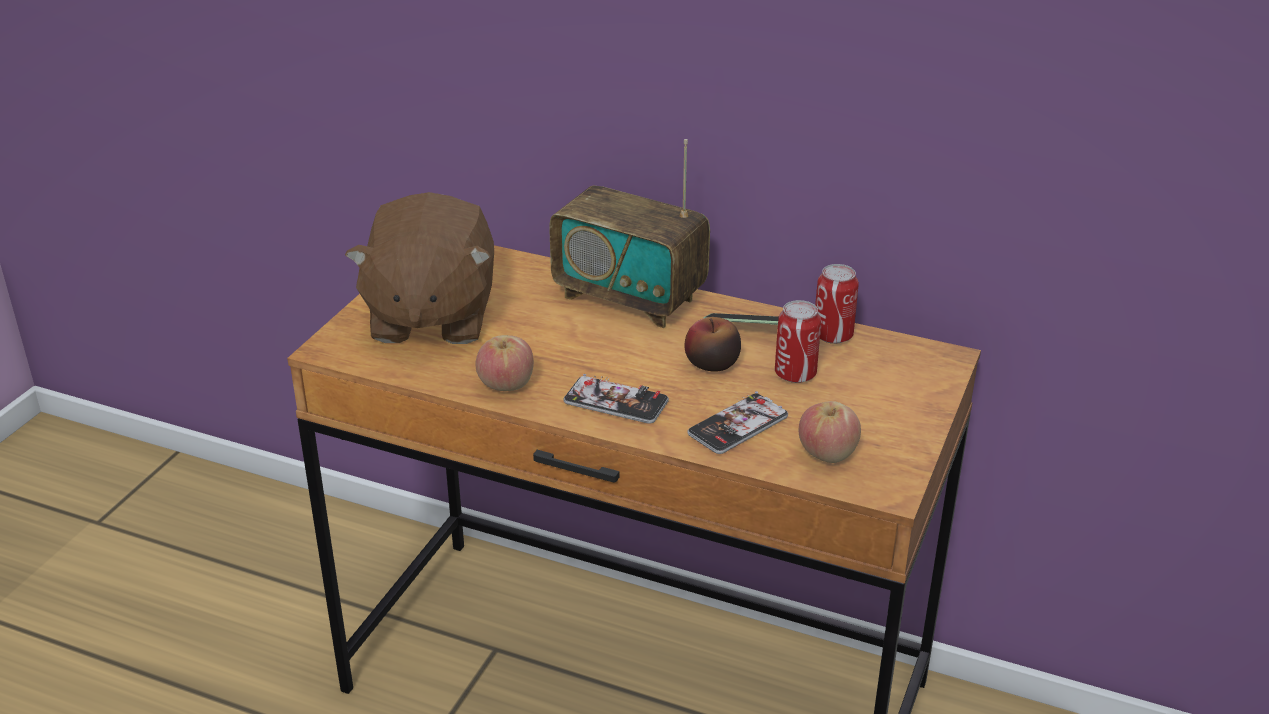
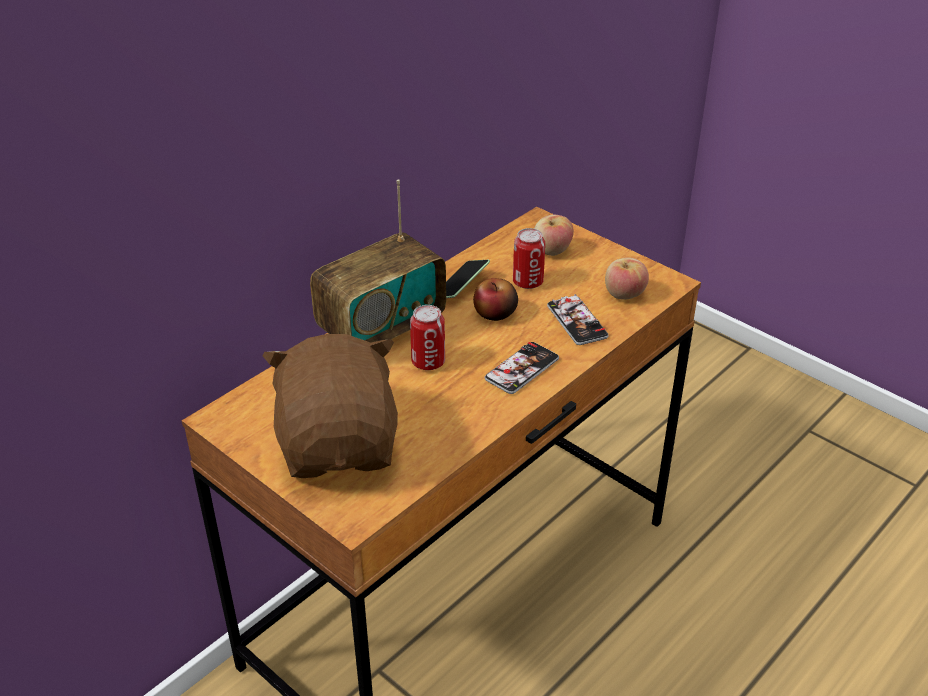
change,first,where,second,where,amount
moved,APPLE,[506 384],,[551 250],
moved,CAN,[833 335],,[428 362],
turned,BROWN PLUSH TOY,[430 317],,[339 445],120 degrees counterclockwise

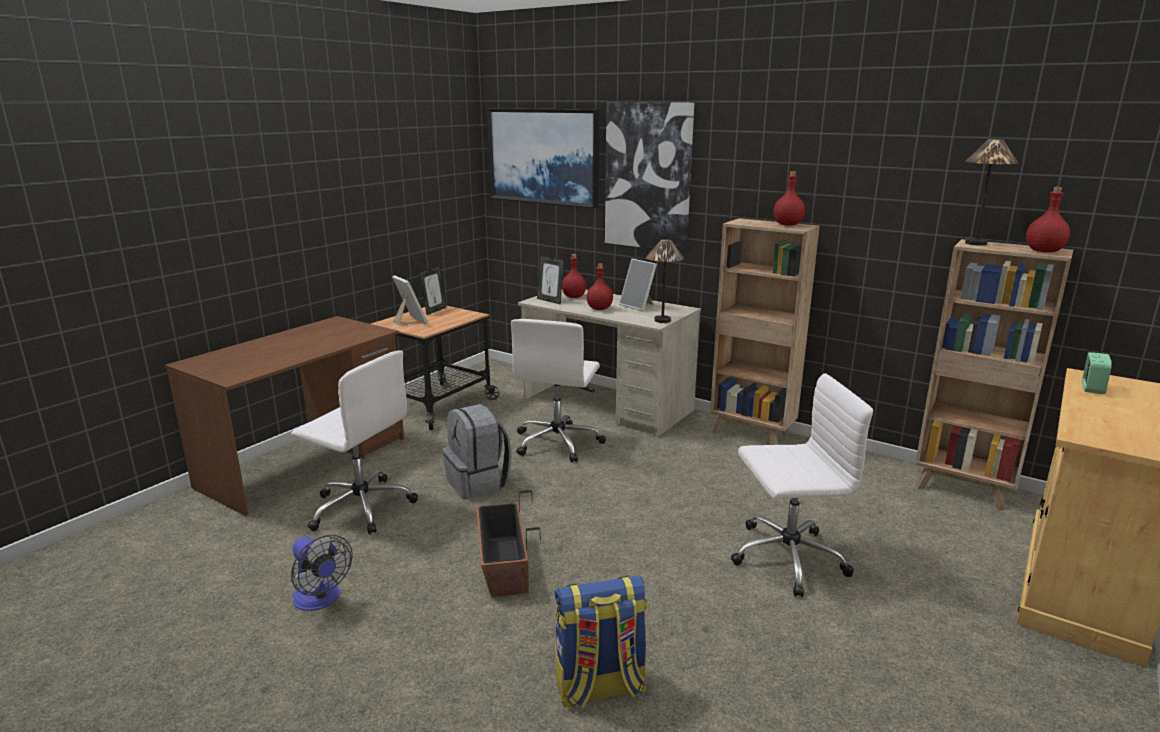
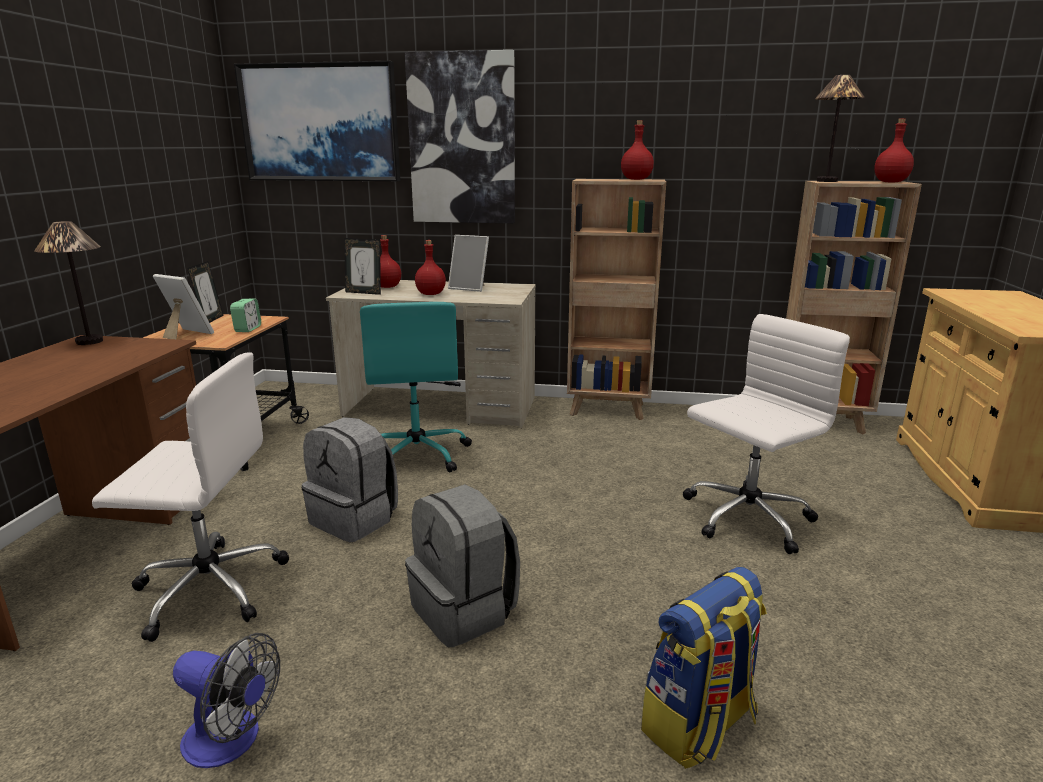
change,first,where,second,where,amount
moved,TABLE LAMP,[662 320],,[89 342],
moved,ALARM CLOCK,[1092 388],,[248 329],
replaced,PLANTER,[504 566],GREY BACKPACK,[465 611],
recoloured,WHITE OFFICE CHAIR,[558 442],TURQUOISE OFFICE CHAIR,[417 454],

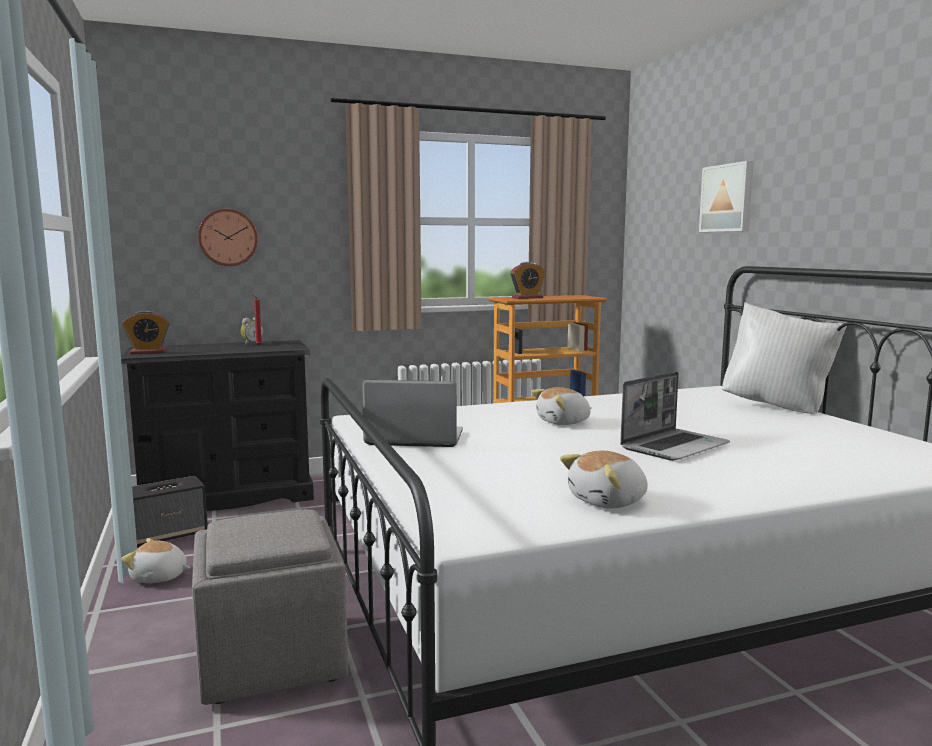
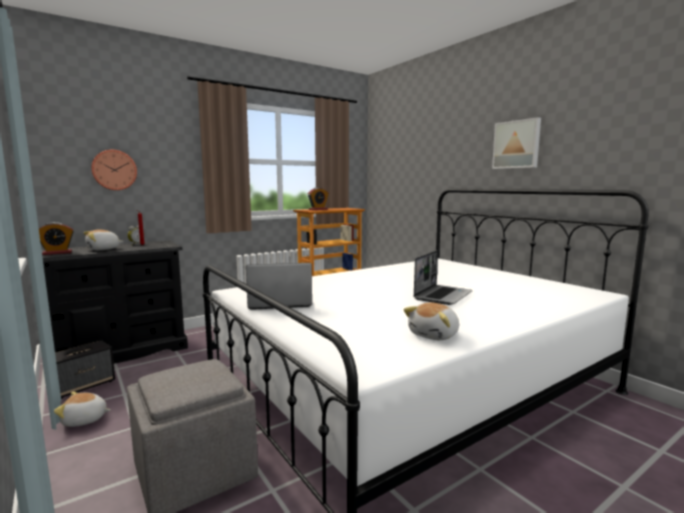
change,first,where,second,where,amount
removed,WHITE PILLOW,[777 407],,,
moved,PLUSH TOY,[564 422],,[103 249],
moved,PICTURE,[728 198],,[517 144],

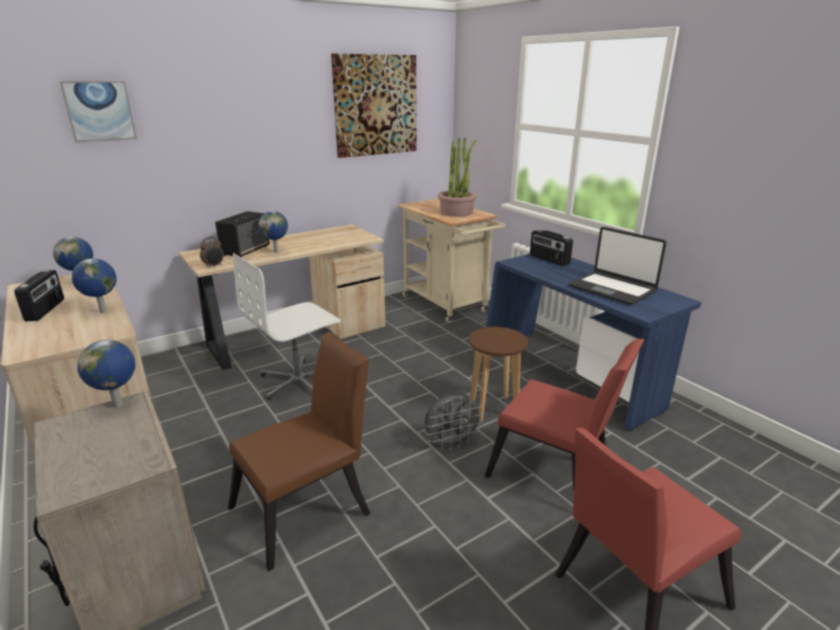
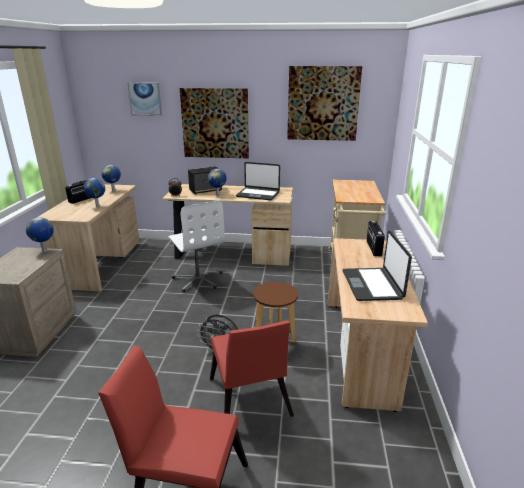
change,first,where,second,where,amount
removed,BROWN CHAIR,[308 507],,,
removed,POTTED PLANT,[456 212],,,
added,,,PICTURE,[215 123],
added,,,LAPTOP,[258 194],
recoloured,BLUE DESK,[569 377],BEIGE DESK,[361 350],
turned,WHITE OFFICE CHAIR,[299 381],,[198 279],120 degrees counterclockwise

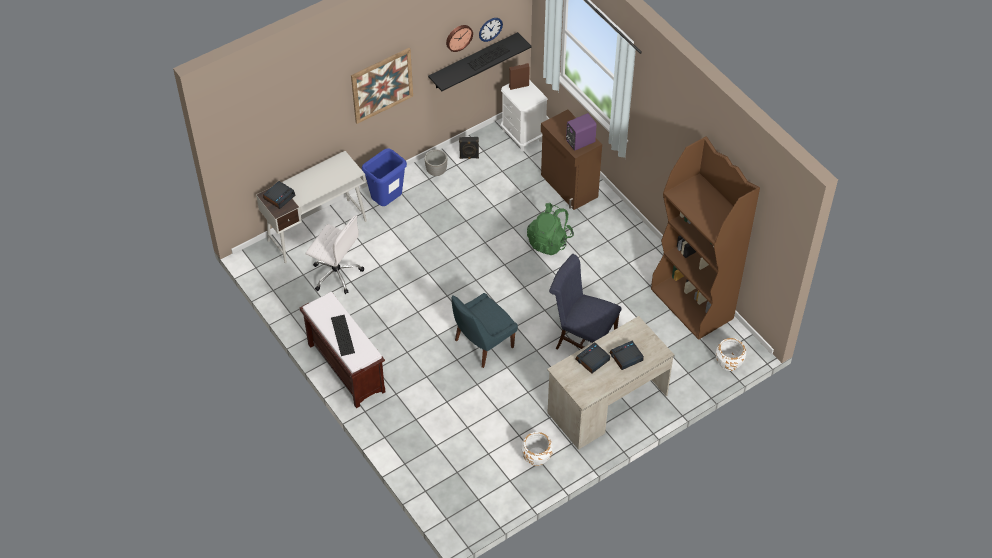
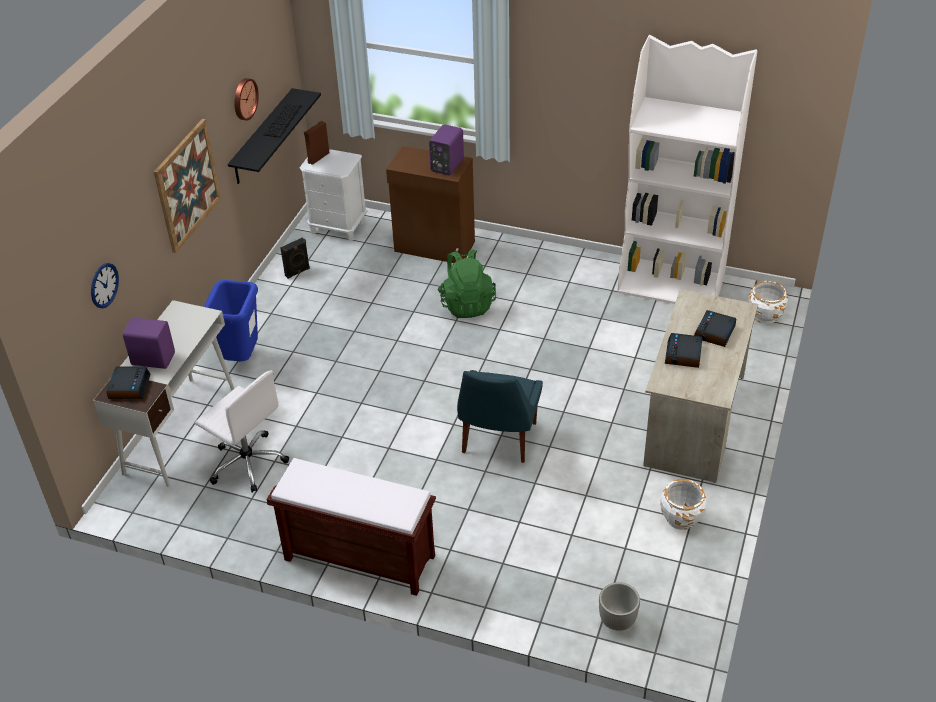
change,first,where,second,where,amount
removed,KEYBOARD,[342 335],,,
removed,BLUE CHAIR,[582 339],,,
added,,,PURPLE SPEAKER,[153 358],
moved,PLANTER,[436 171],,[617 620],
moved,WALL CLOCK,[490 29],,[104 285],
recoloured,BROWN BOOKCASE,[692 304],WHITE BOOKCASE,[672 284],
turned,WHITE OFFICE CHAIR,[336 273],,[247 462],45 degrees clockwise

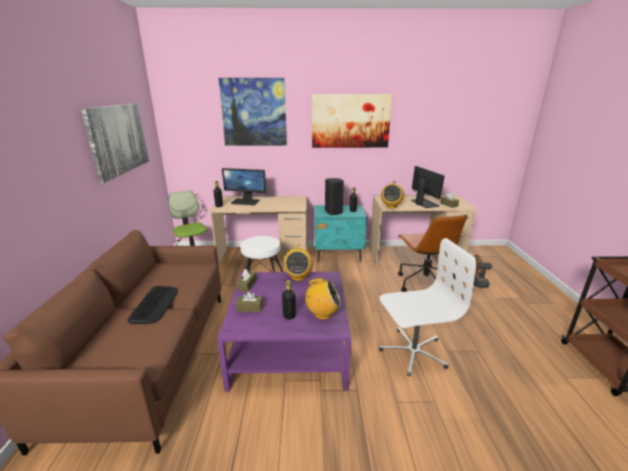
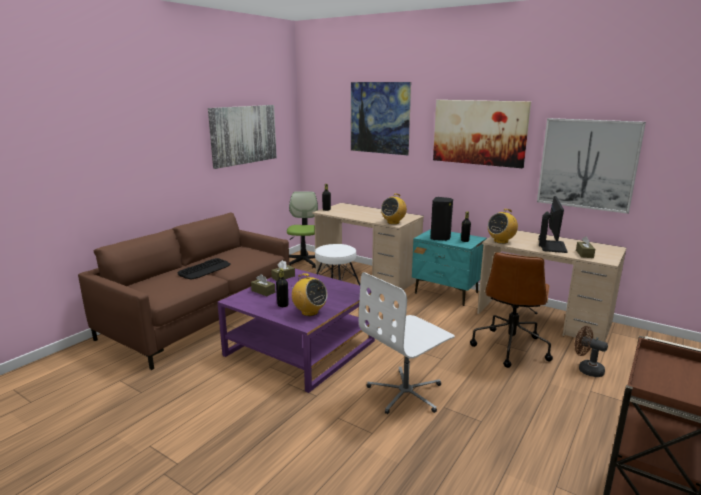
change,first,where,second,where,amount
removed,MONITOR,[245 201],,,
added,,,PICTURE,[587 164],
moved,RADIO,[298 277],,[393 222],
turned,WHITE OFFICE CHAIR,[412 352],,[406 393],120 degrees clockwise

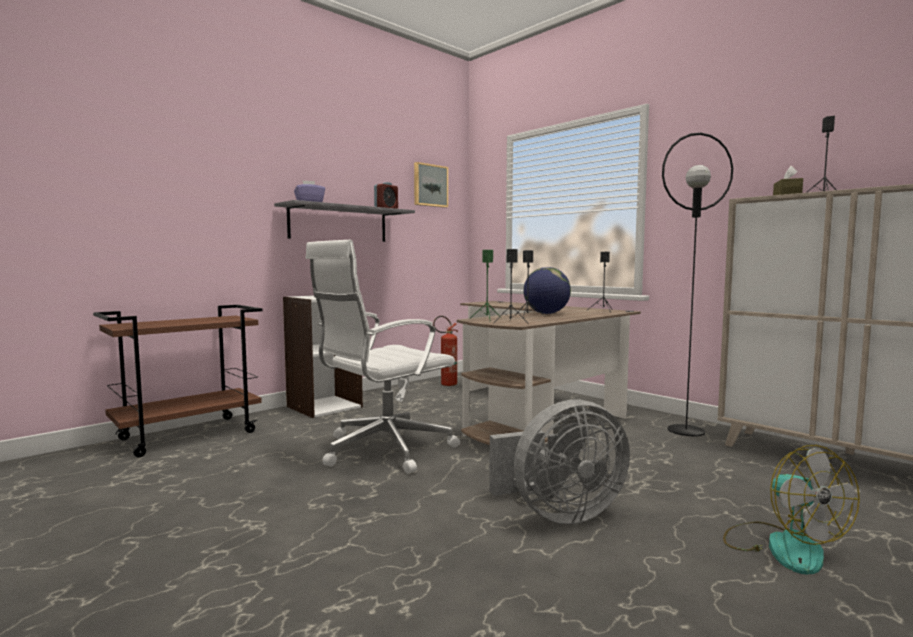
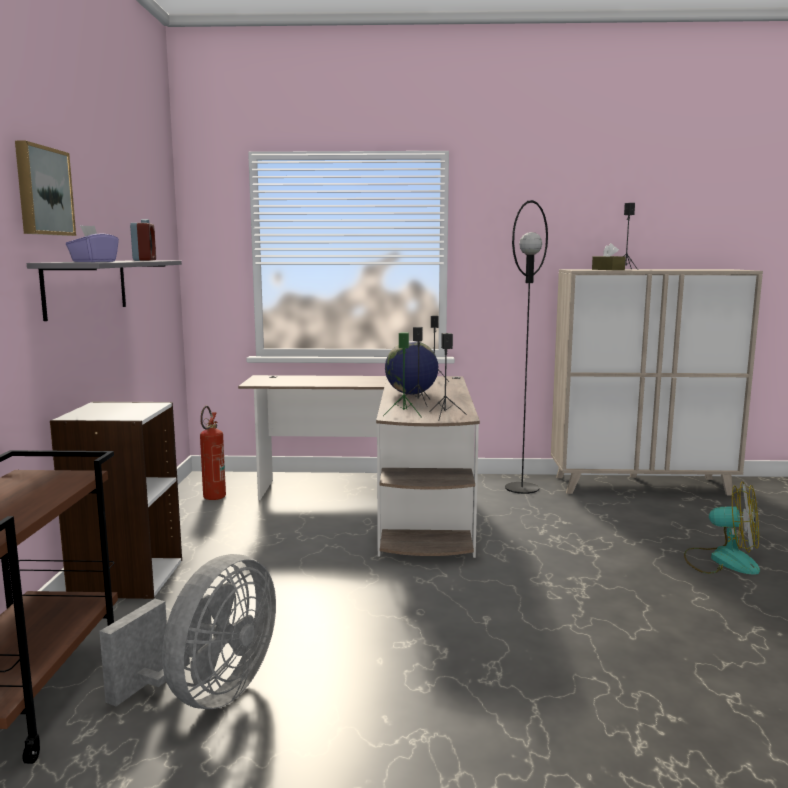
change,first,where,second,where,amount
removed,WHITE OFFICE CHAIR,[383 450],,,
moved,PICTURE,[429 185],,[42 191],
moved,GREY FAN,[558 514],,[207 694],

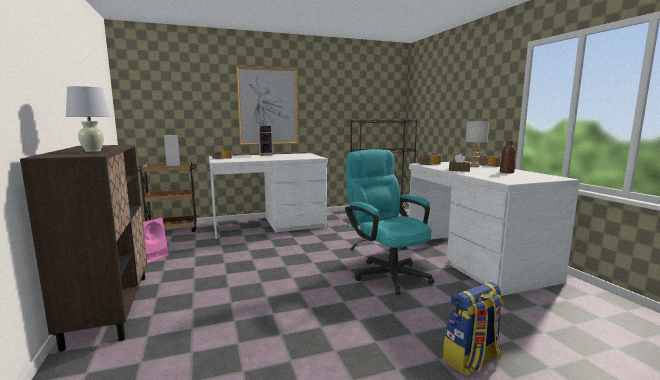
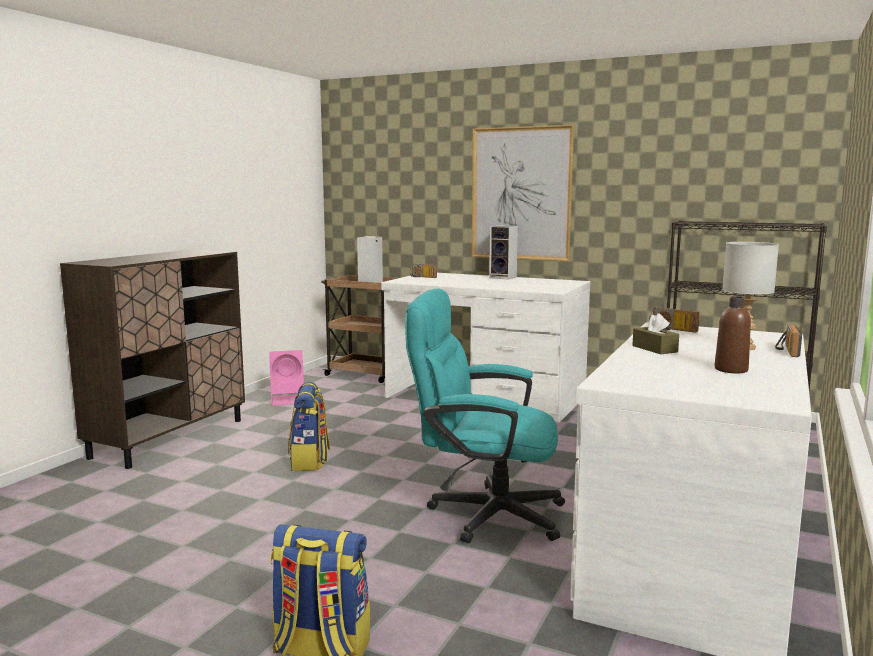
change,first,where,second,where,amount
removed,WHITE TABLE LAMP,[92 151],,,
added,,,BACKPACK,[310 461],
turned,TURQUOISE OFFICE CHAIR,[387 273],,[483 513],90 degrees counterclockwise

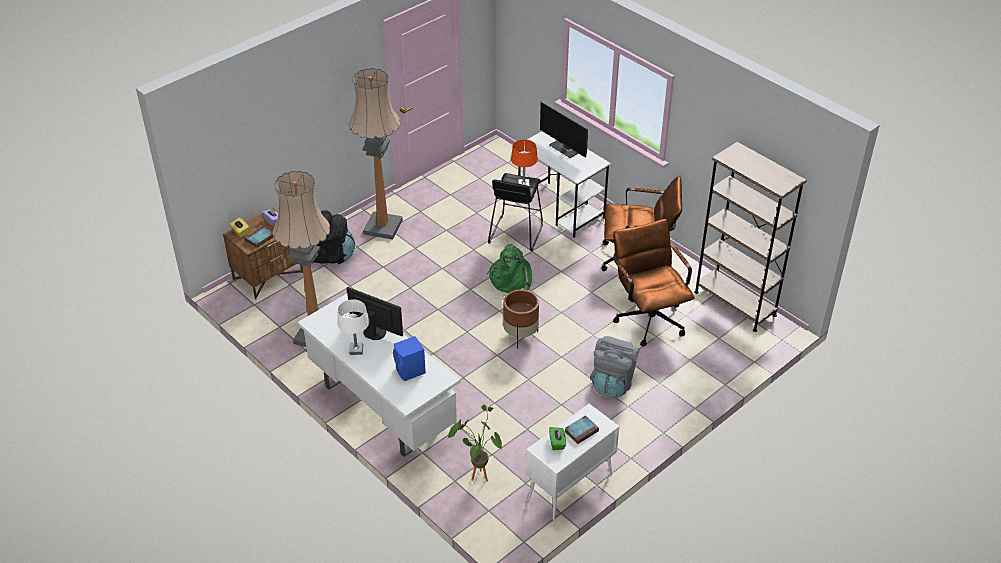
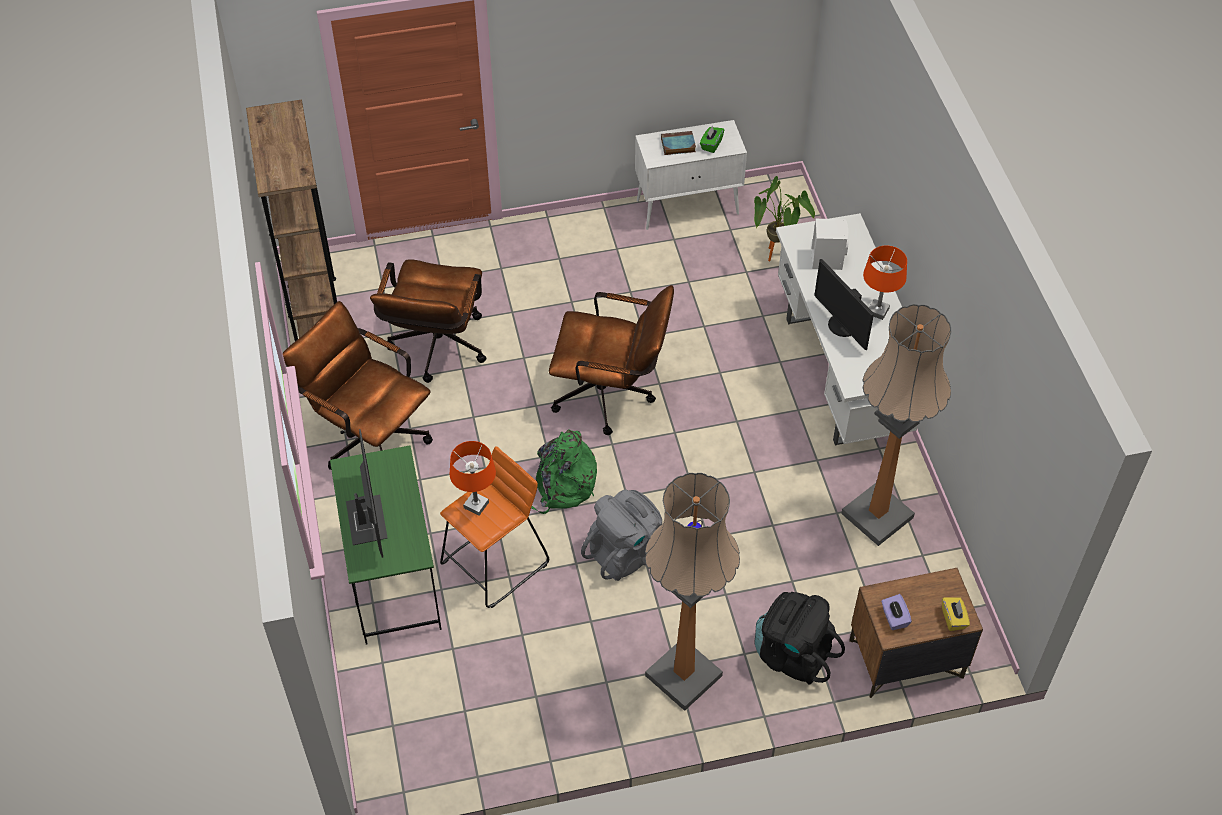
change,first,where,second,where,amount
removed,BOOK,[259 239],,,
moved,GREY BACKPACK,[613 382],,[626 553],
replaced,BROWN PLANTER,[520 335],BROWN OFFICE CHAIR,[611 396],
recoloured,WHITE TABLE LAMP,[356 350],ORANGE TABLE LAMP,[878 311],
recoloured,BLUE SPEAKER,[410 371],WHITE SPEAKER,[827 258],
recoloured,BLACK STOOL,[515 233],ORANGE STOOL,[495 563],
recoloured,WHITE DESK,[561 209],GREEN DESK,[393 577],

